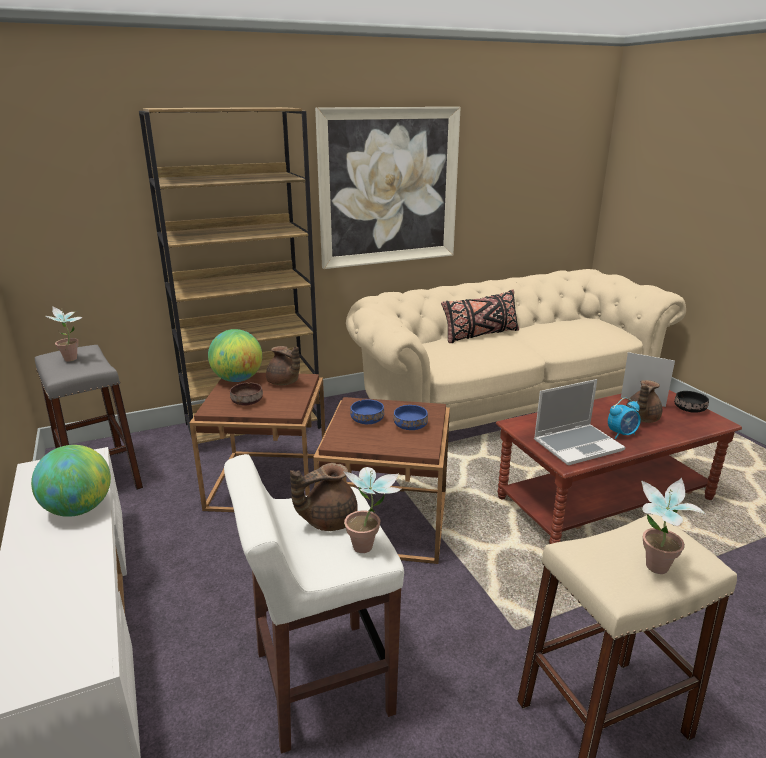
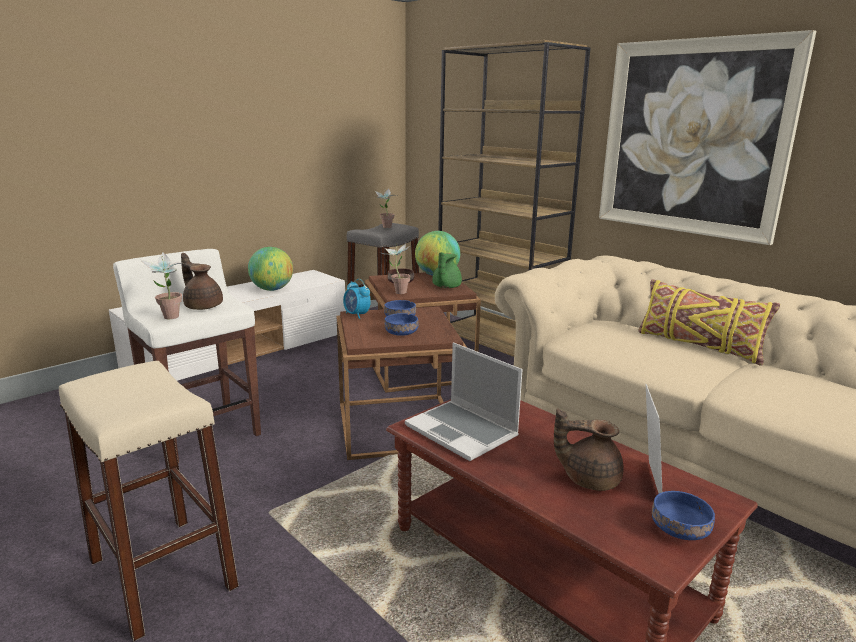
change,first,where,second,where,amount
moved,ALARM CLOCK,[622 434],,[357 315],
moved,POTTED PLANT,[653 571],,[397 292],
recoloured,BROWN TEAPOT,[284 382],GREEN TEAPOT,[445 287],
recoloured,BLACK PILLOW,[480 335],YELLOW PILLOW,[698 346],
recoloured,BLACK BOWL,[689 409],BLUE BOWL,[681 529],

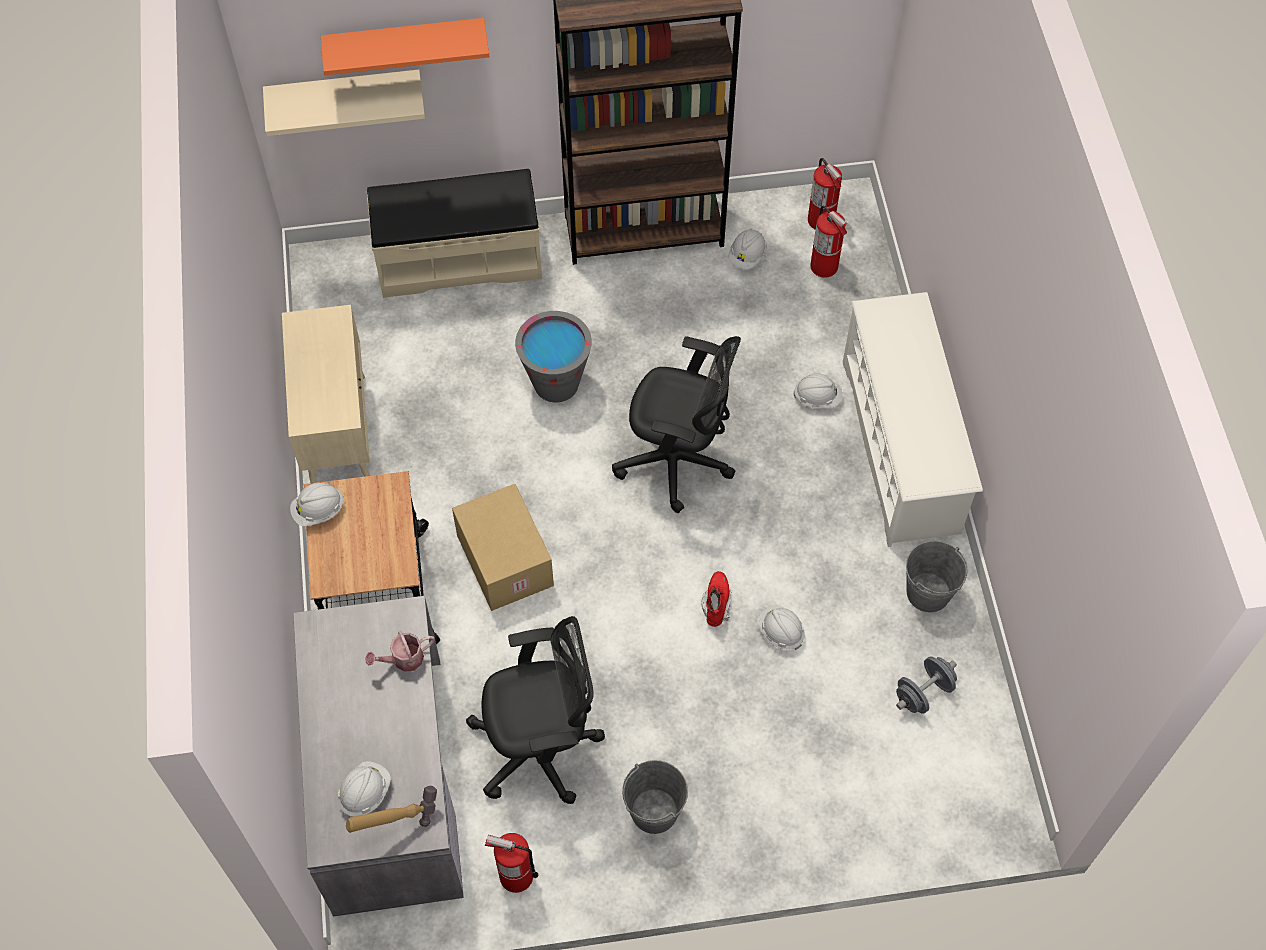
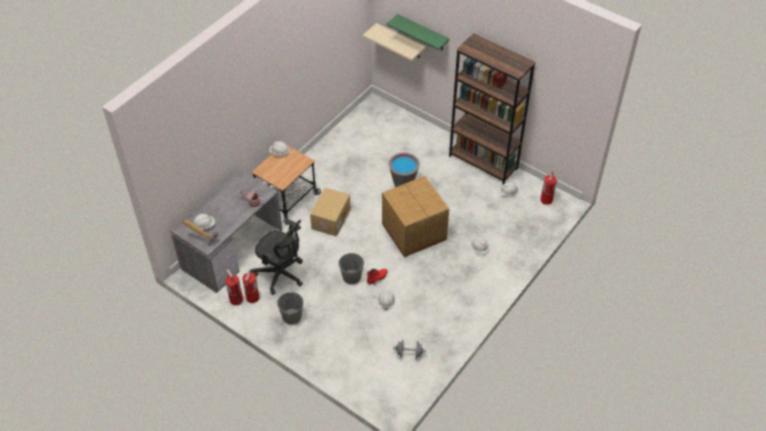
change,first,where,second,where,amount
removed,BEIGE CABINET,[339 435],,,
removed,BEIGE BENCH,[459 259],,,
removed,WHITE SHOE RACK,[901 447],,,
moved,FIRE EXTINGUISHER,[824 266],,[252 298],
moved,GREY BUCKET,[928 592],,[351 277],
replaced,BLACK OFFICE CHAIR,[677 461],CARDBOARD BOX,[413 232],
recoloured,ORANGE SHELF,[405 43],GREEN SHELF,[422 33],

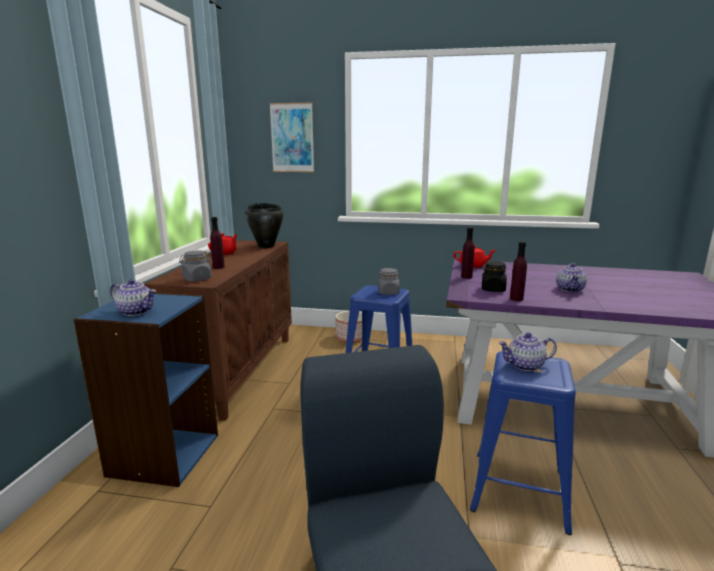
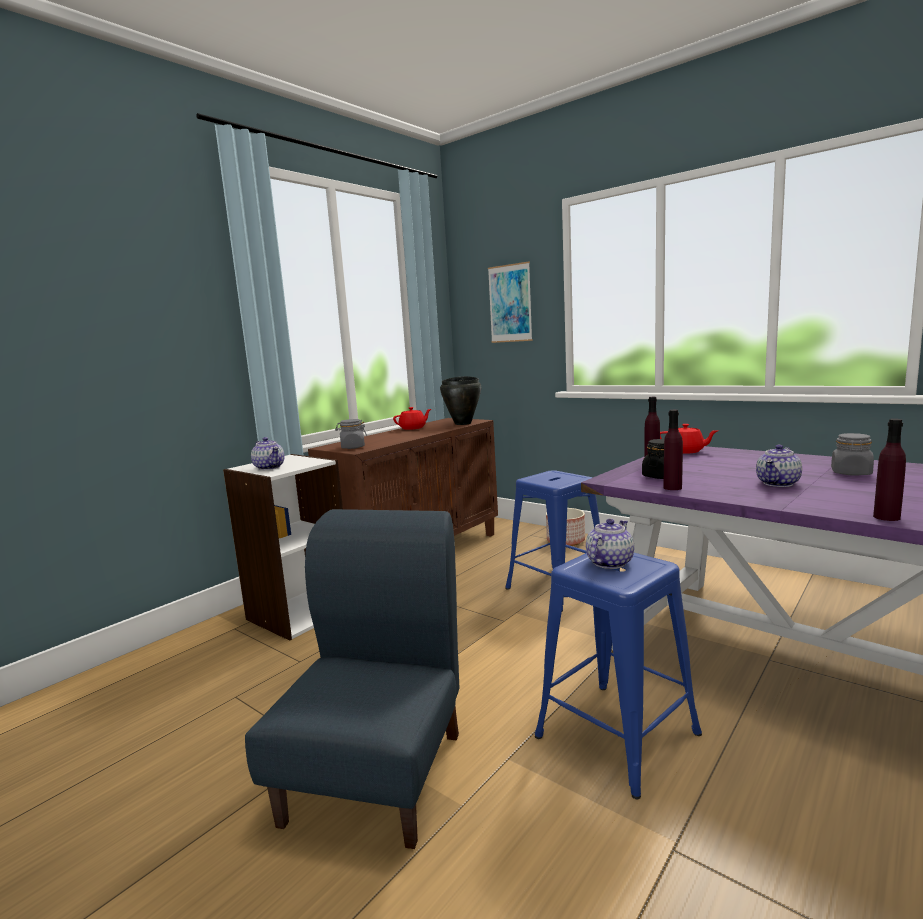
change,first,where,second,where,amount
moved,PURPLE BOTTLE,[218 267],,[886 517],
moved,GREY JAR,[388 292],,[851 473],
recoloured,BLUE BOOKCASE,[163 454],WHITE BOOKCASE,[299 613],
turned,TEAPOT,[525 366],,[609 562],105 degrees clockwise

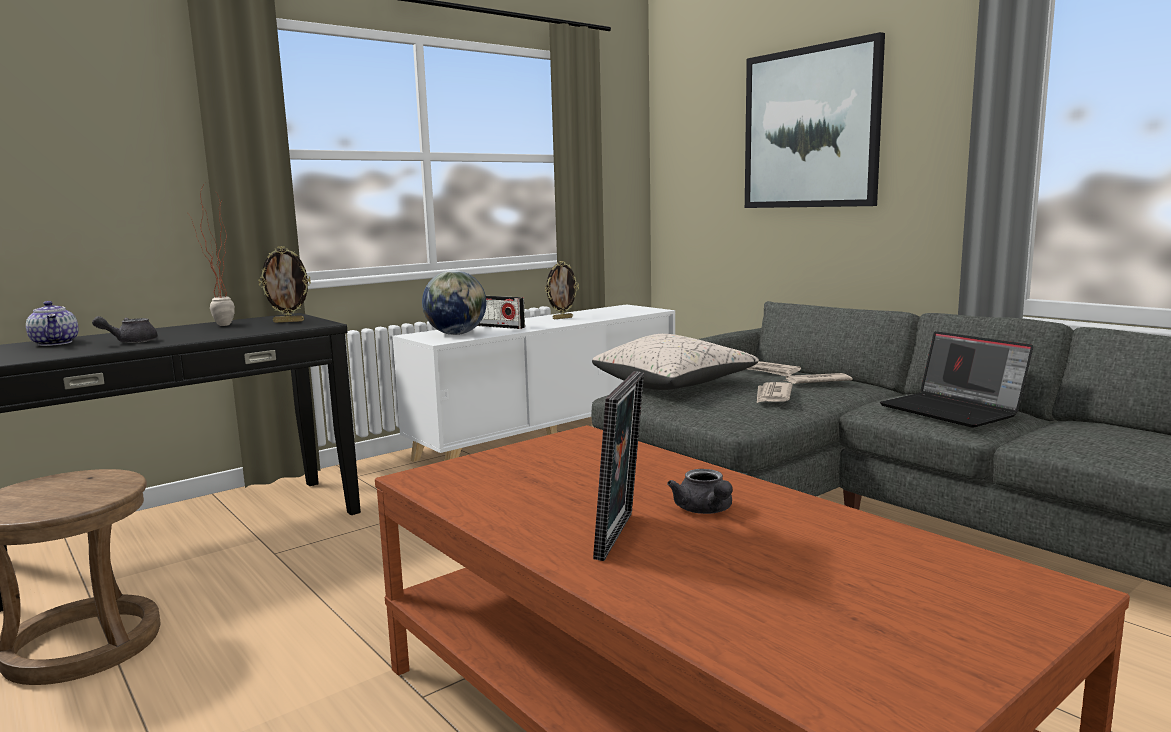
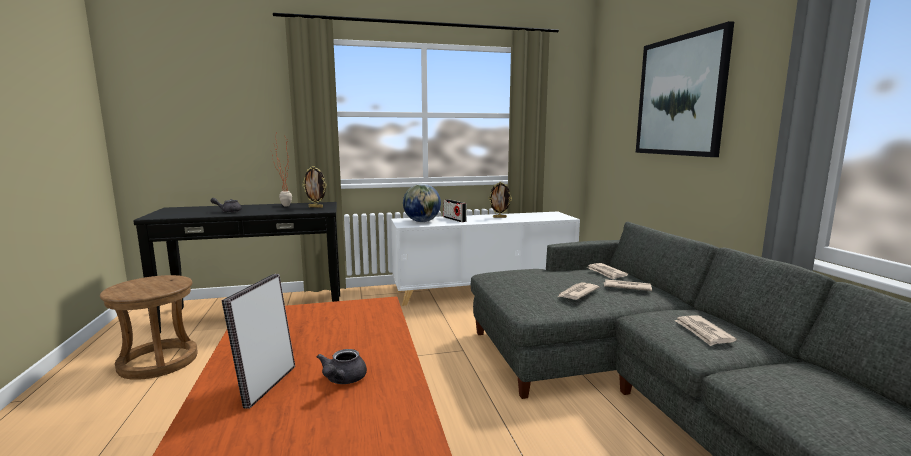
change,first,where,second,where,amount
removed,TEAPOT,[56 343],,,
removed,BEIGE PILLOW,[674 385],,,
replaced,LAPTOP,[953 410],NEWSPAPER,[703 332],
turned,PICTURE FRAME,[621 536],,[266 385],150 degrees clockwise

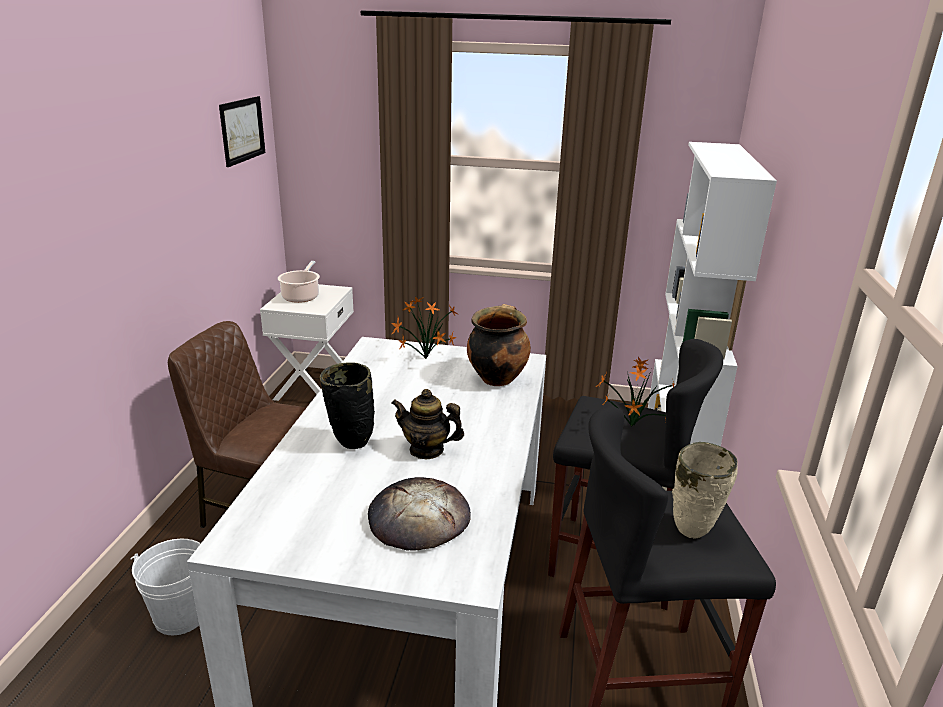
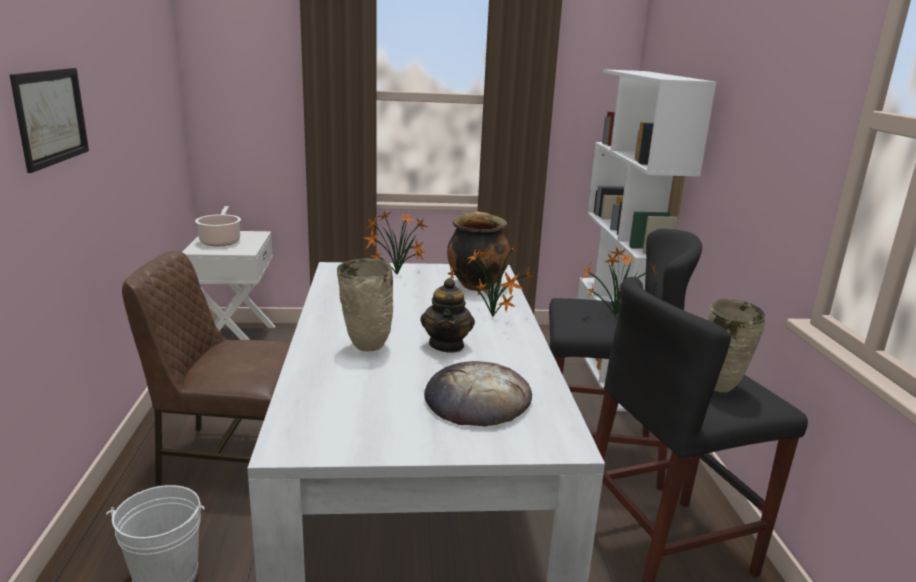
change,first,where,second,where,amount
added,,,POTTED PLANT,[492 318],
moved,PICTURE,[242 130],,[51 117],
recoloured,BLACK VASE,[350 444],BEIGE VASE,[365 347],
turned,TEAPOT,[427 450],,[447 345],90 degrees counterclockwise

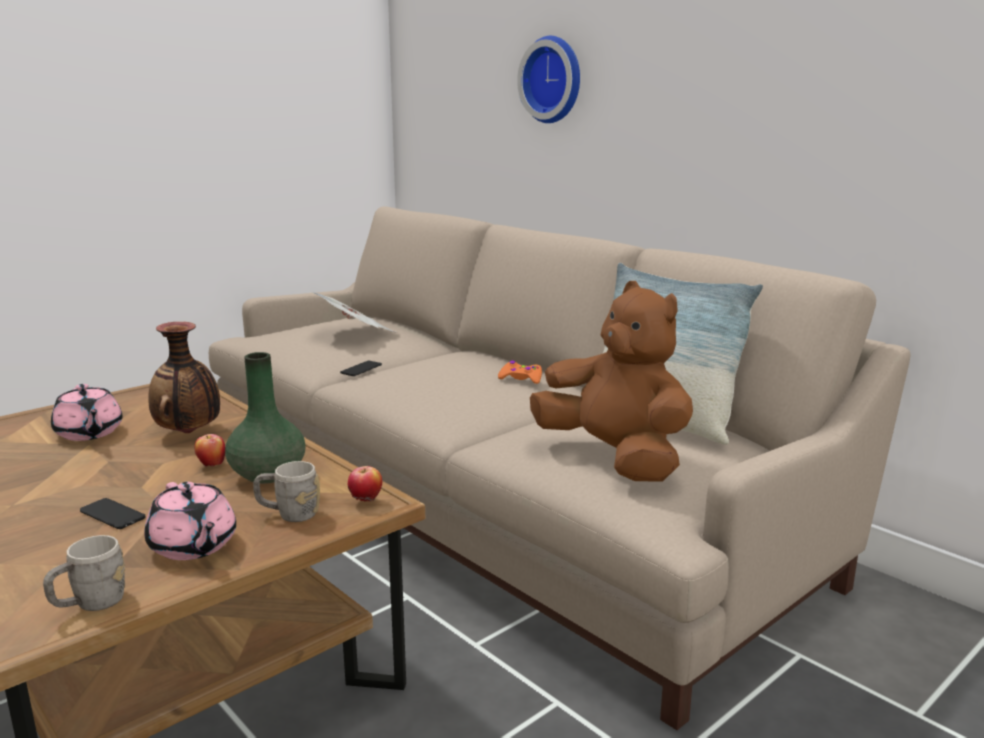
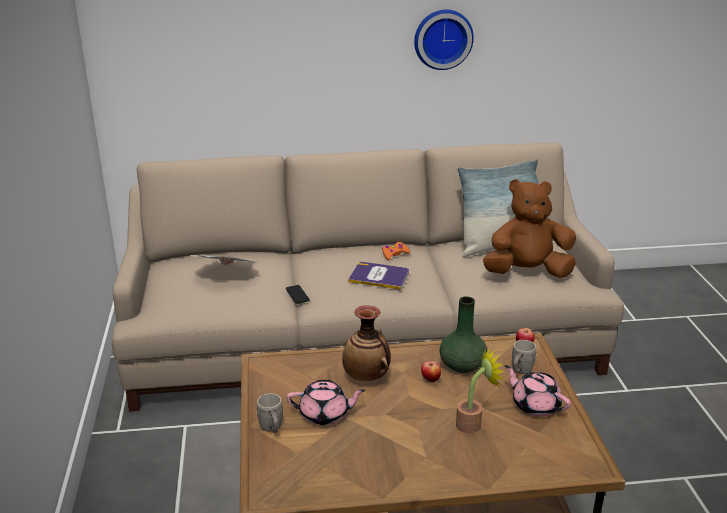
change,first,where,second,where,amount
added,,,BOOK,[379 276],
moved,GREY MUG,[90 604],,[272 428],
moved,WALL CLOCK,[554 80],,[442 38],
replaced,PHONE,[112 514],POTTED PLANT,[473 423],
turned,PINK TEAPOT,[193 546],,[535 405],135 degrees counterclockwise

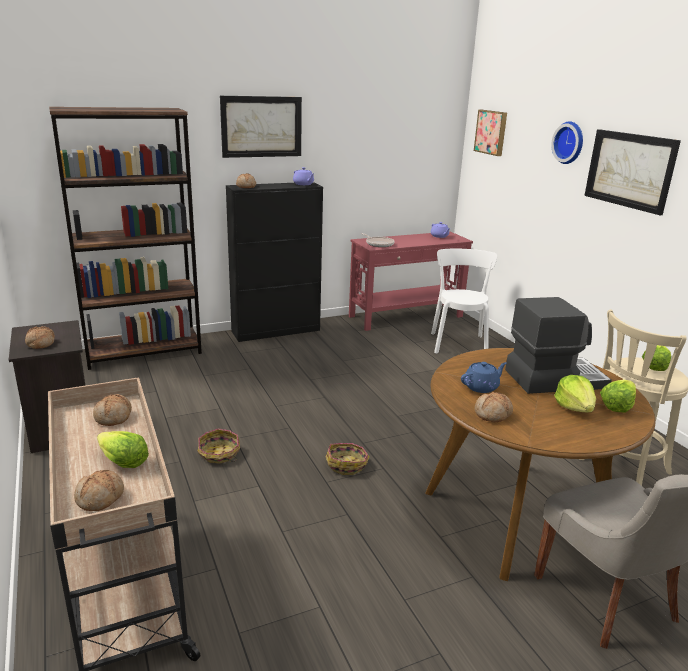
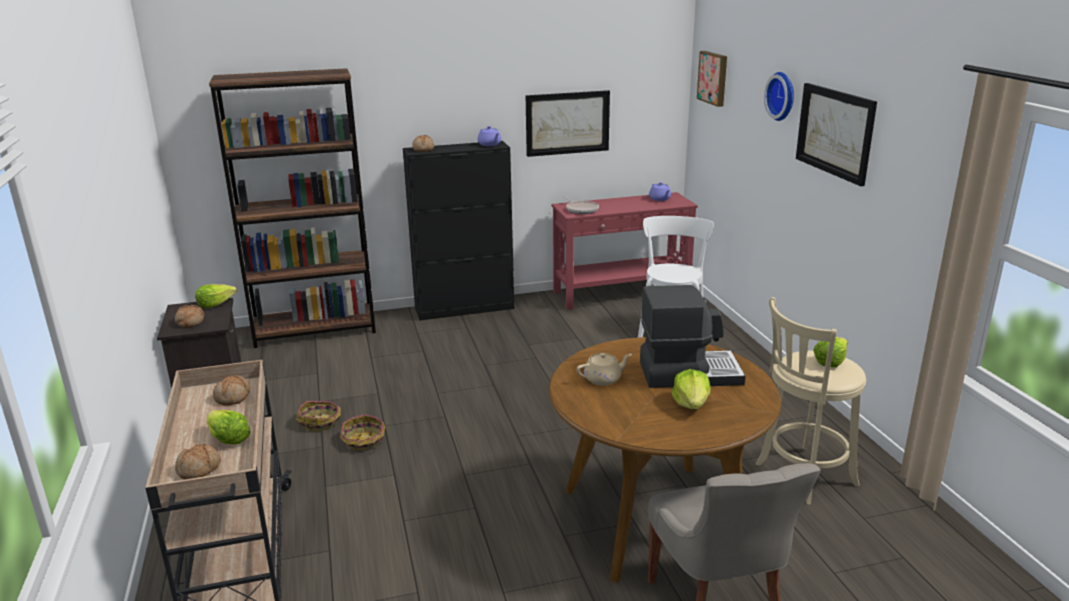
change,first,where,second,where,amount
removed,BREAD,[493 414],,,
moved,PICTURE,[261 126],,[567 123],
moved,BASKET,[347 464],,[320 422],
moved,LETTUCE,[617 405],,[215 304],
recoloured,BLUE TEAPOT,[481 387],BEIGE TEAPOT,[603 379],

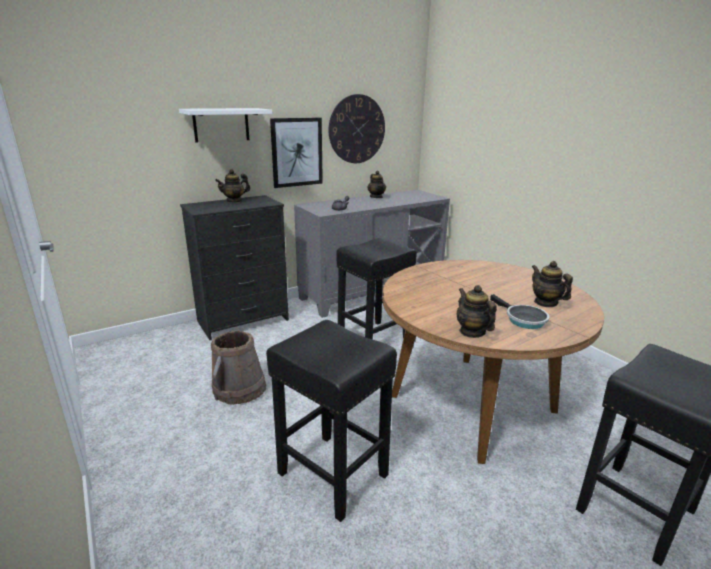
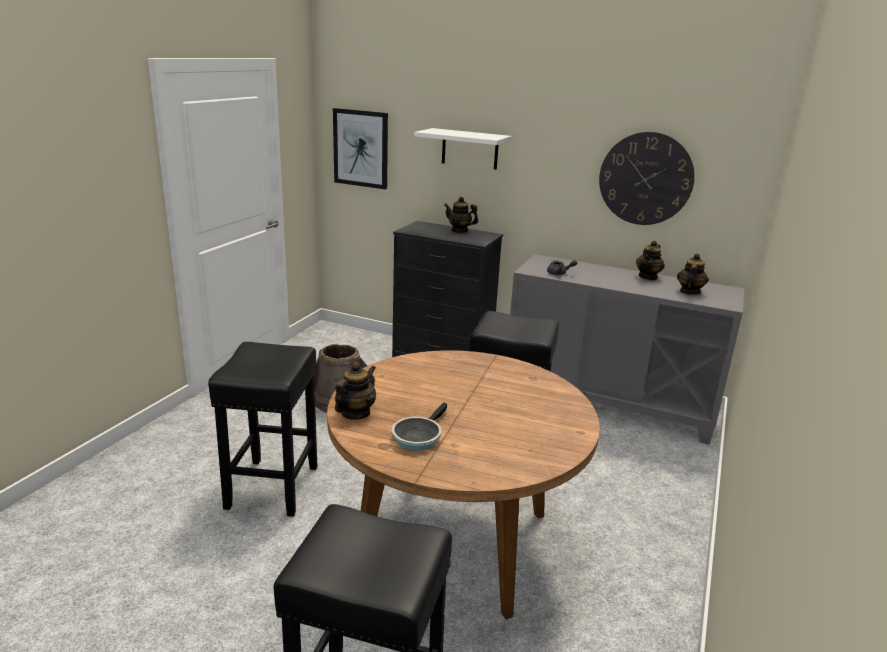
change,first,where,second,where,amount
moved,PICTURE,[297 152],,[361 148],
moved,TEAPOT,[545 303],,[689 292],

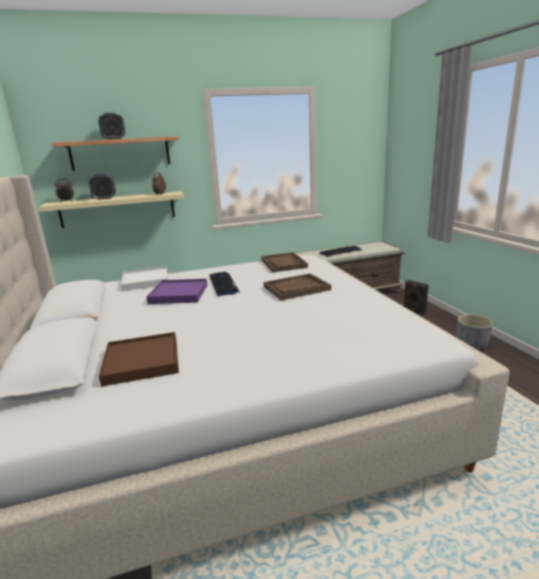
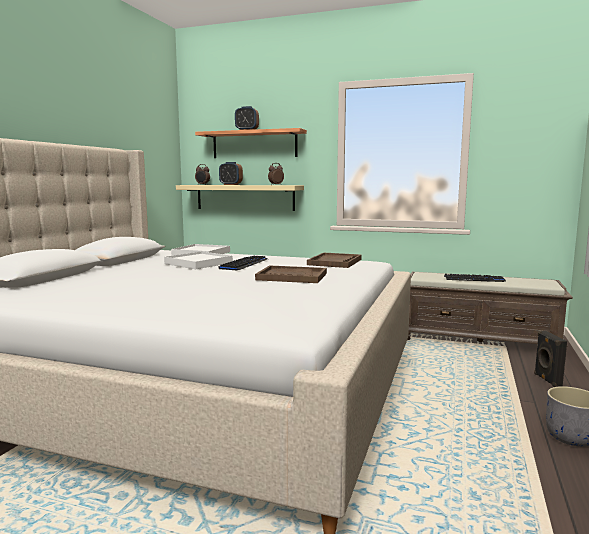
change,first,where,second,where,amount
removed,BROWN TRAY,[142 361],,,
recoloured,PURPLE TRAY,[178 294],WHITE TRAY,[198 263],

